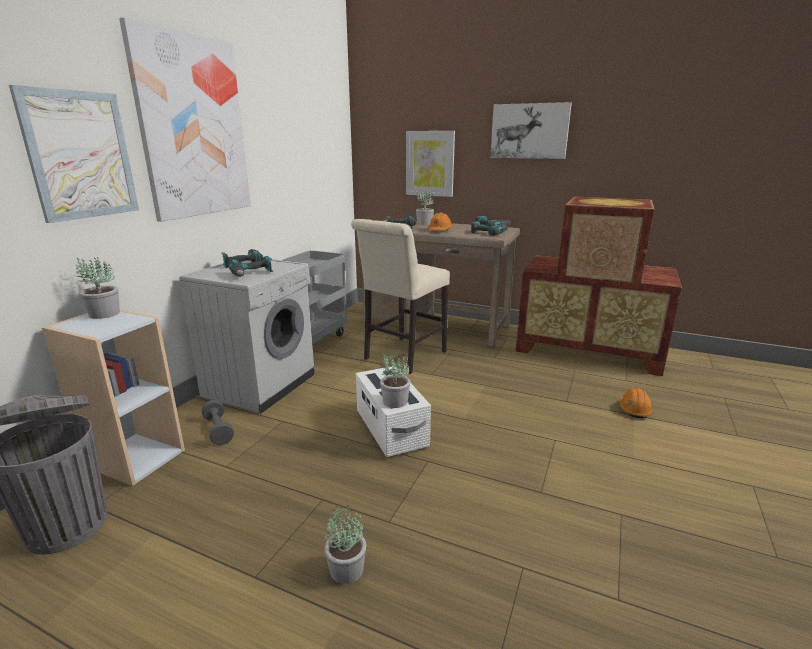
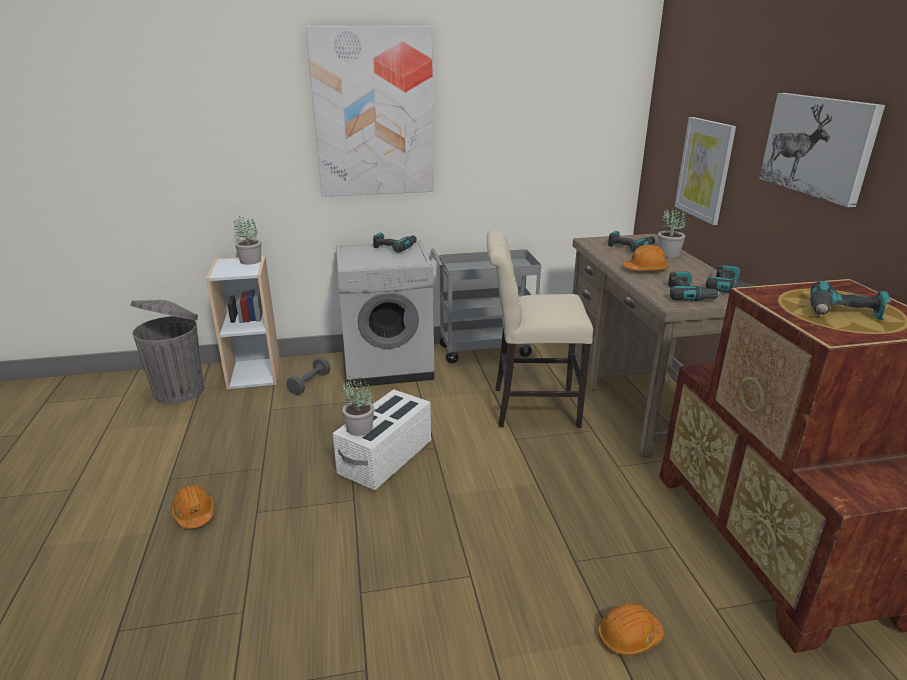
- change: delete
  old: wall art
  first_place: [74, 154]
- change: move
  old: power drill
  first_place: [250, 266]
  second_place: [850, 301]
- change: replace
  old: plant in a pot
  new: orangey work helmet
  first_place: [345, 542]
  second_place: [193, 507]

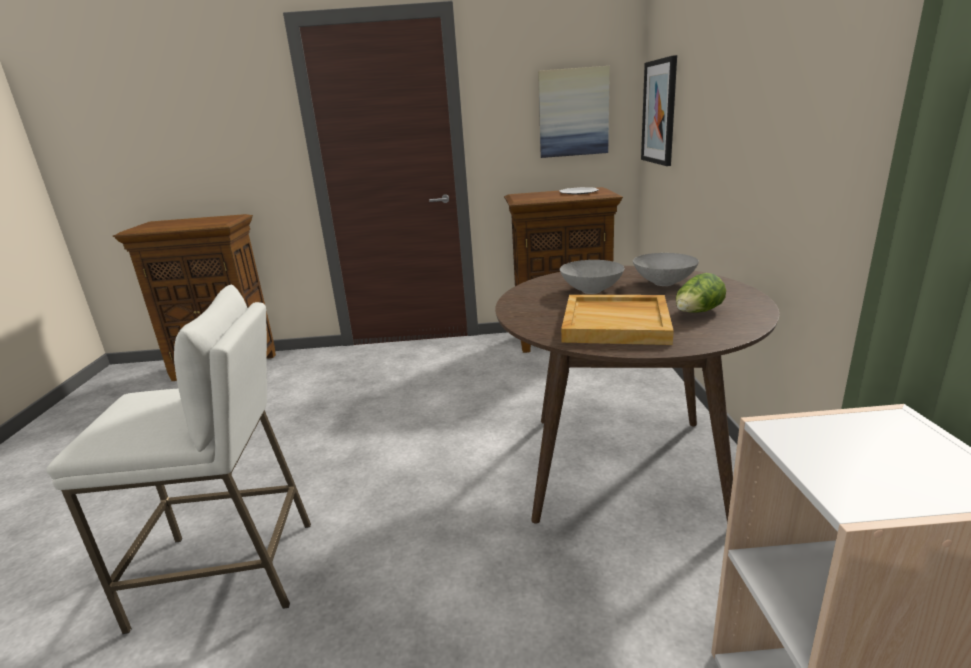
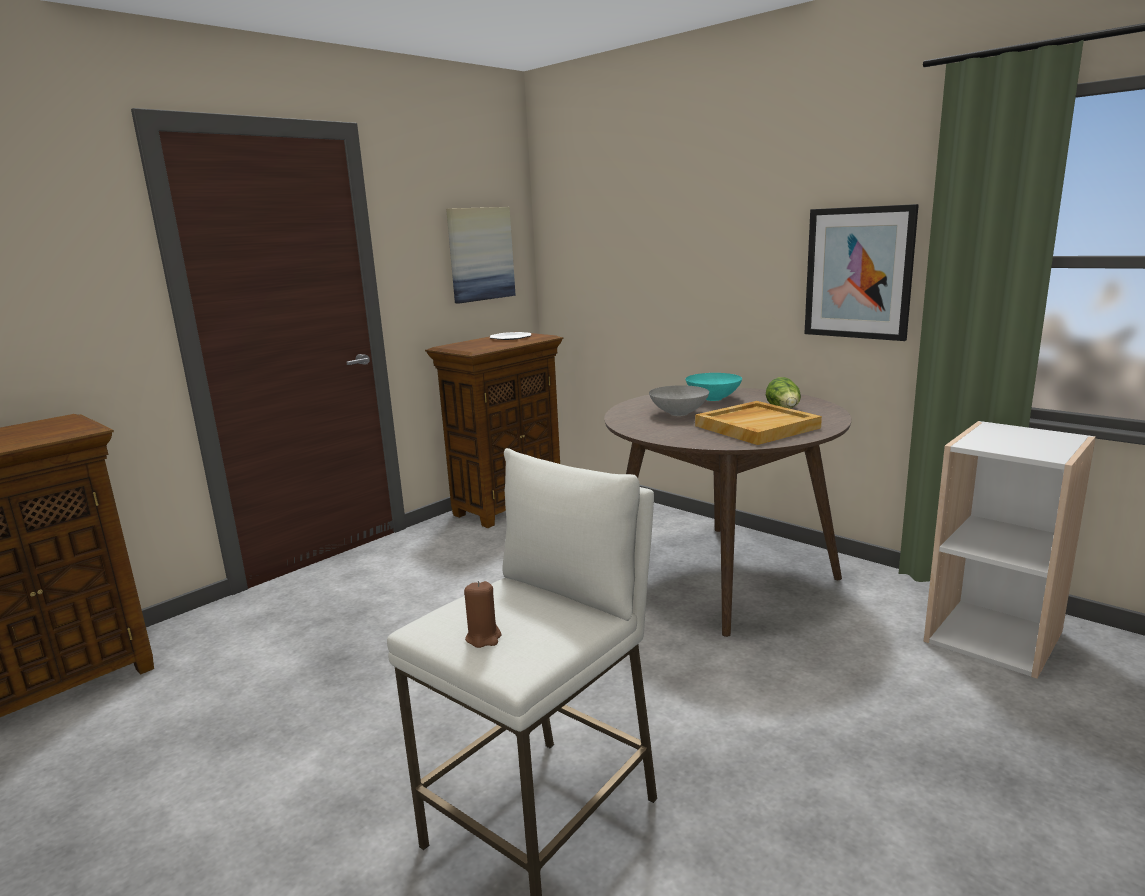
- change: insert
  new: brown-coloured wax light
  second_place: [482, 614]
- change: move
  old: wall art
  first_place: [659, 110]
  second_place: [861, 272]
- change: recolor
  old: gray serving bowl
  new: turquoise serving bowl
  first_place: [666, 269]
  second_place: [713, 387]

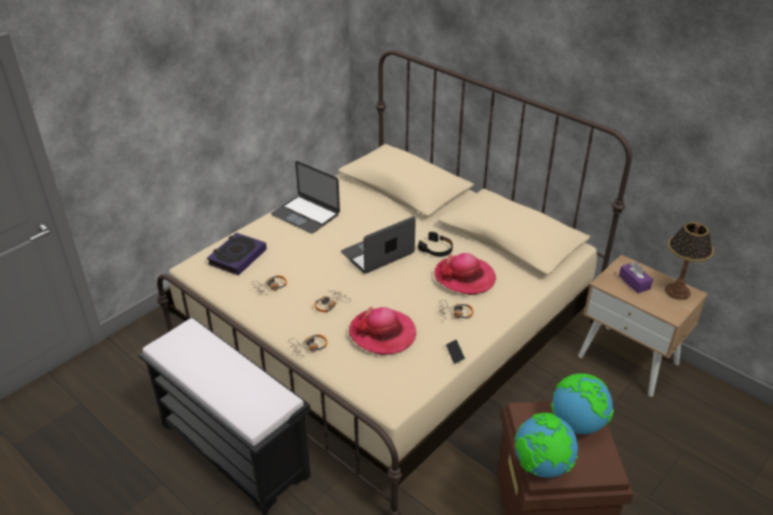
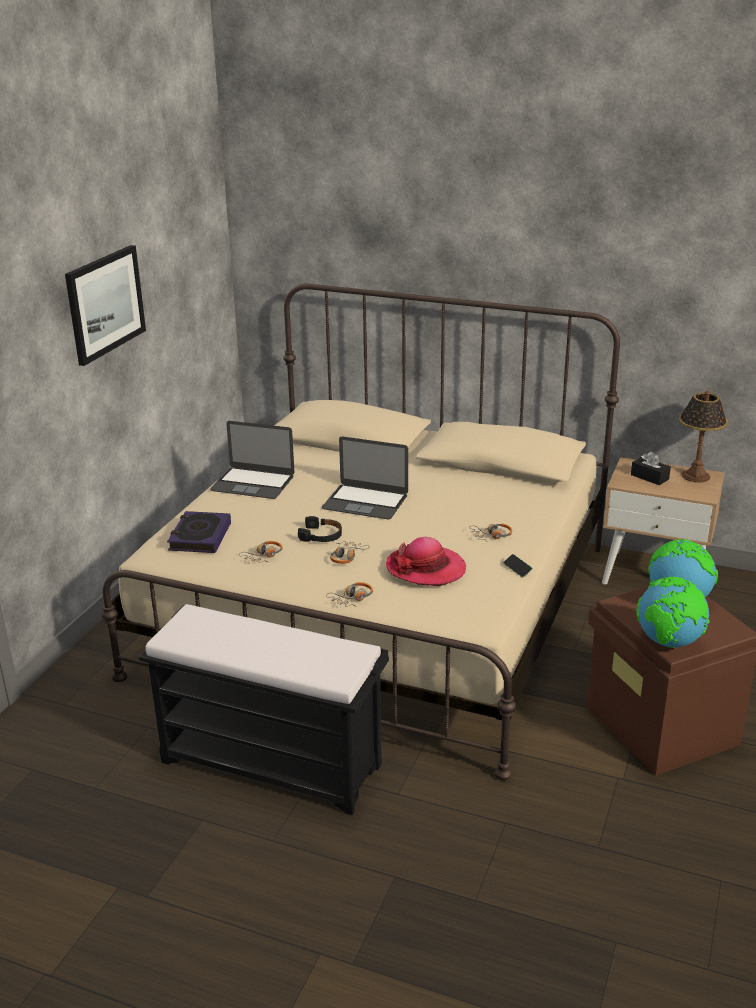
- change: delete
  old: clothing hat
  first_place: [465, 274]
- change: insert
  new: wall art
  second_place: [105, 305]
- change: move
  old: black-coloured headphones
  first_place: [435, 244]
  second_place: [320, 529]
- change: recolor
  old: purple tissue box
  new: black-coloured tissue box
  first_place: [636, 278]
  second_place: [651, 468]
- change: rotate
  old: portable computer
  first_place: [378, 245]
  second_place: [365, 478]
  degrees: -105

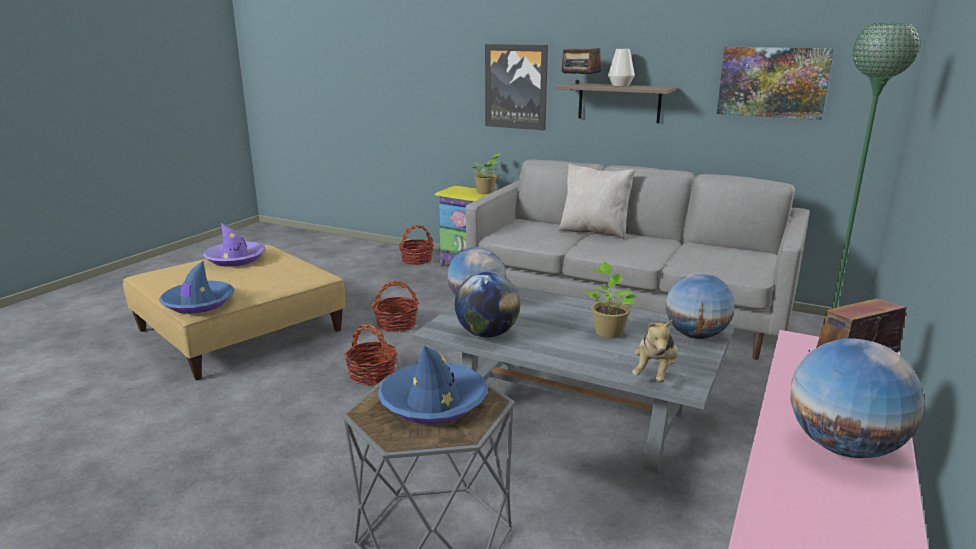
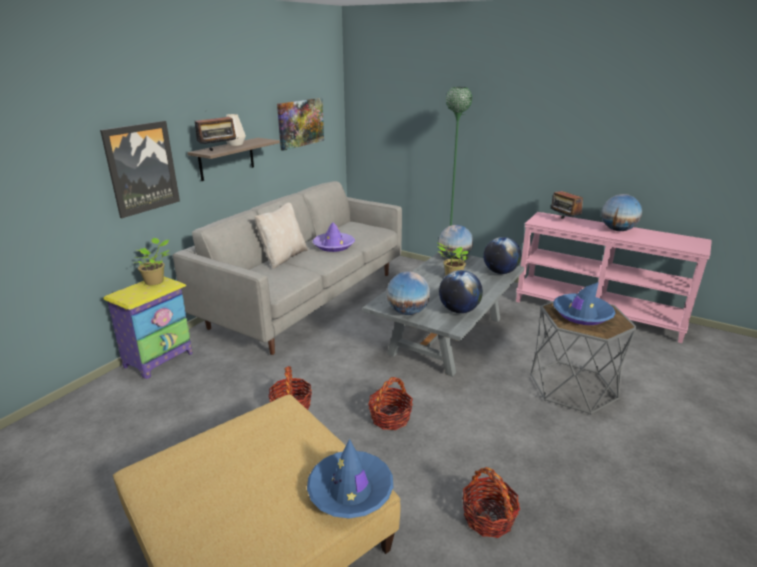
- change: move
  old: purple clothing hat
  first_place: [234, 245]
  second_place: [333, 237]
- change: move
  old: storage basket
  first_place: [416, 245]
  second_place: [491, 502]
- change: replace
  old: plush toy
  new: desk globe
  first_place: [655, 350]
  second_place: [502, 255]

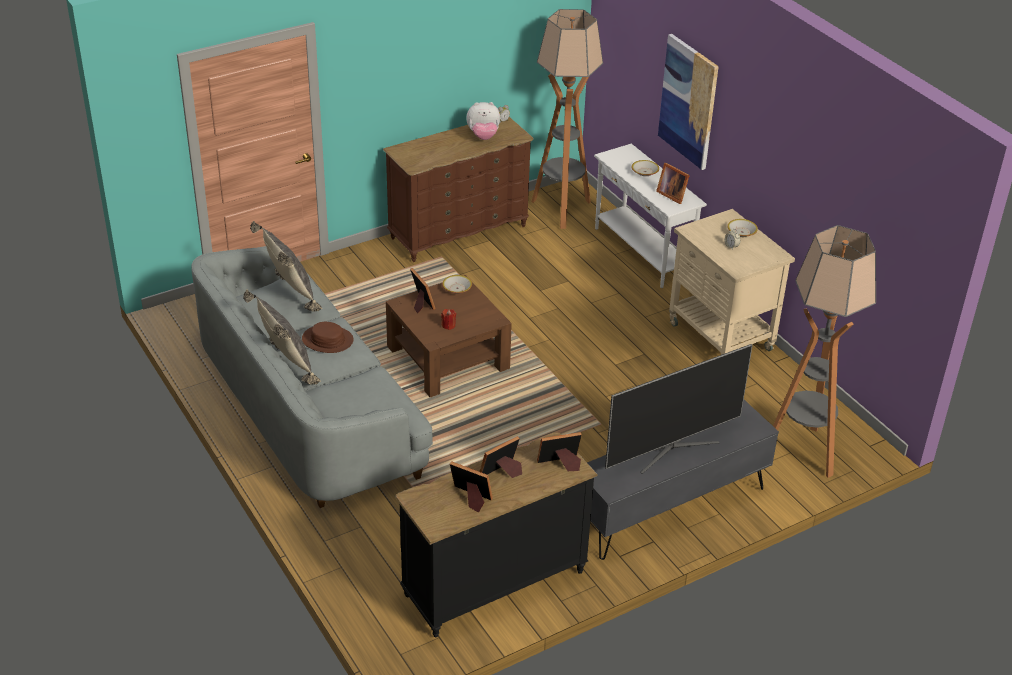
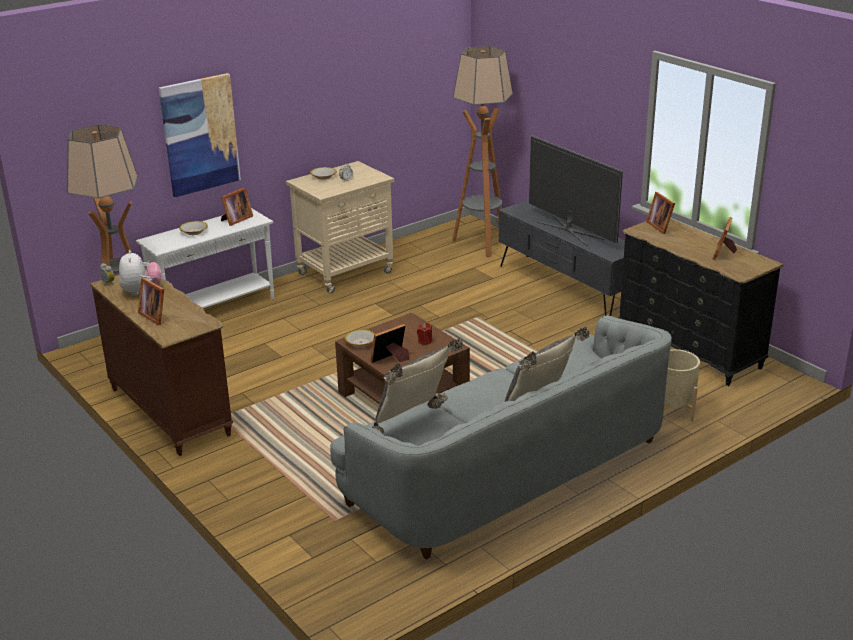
- change: delete
  old: brown-coloured clothing hat
  first_place: [327, 337]
- change: insert
  new: sand-coloured plant pot
  second_place: [682, 385]
- change: move
  old: standing frame
  first_place: [500, 457]
  second_place: [151, 301]

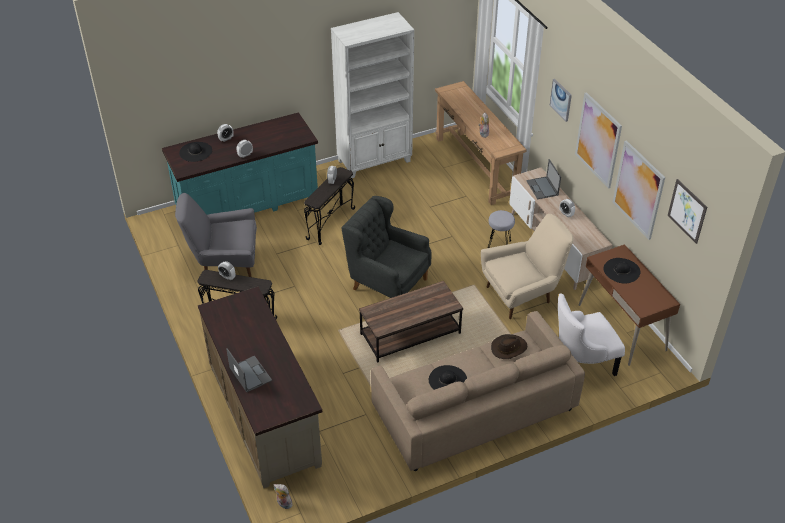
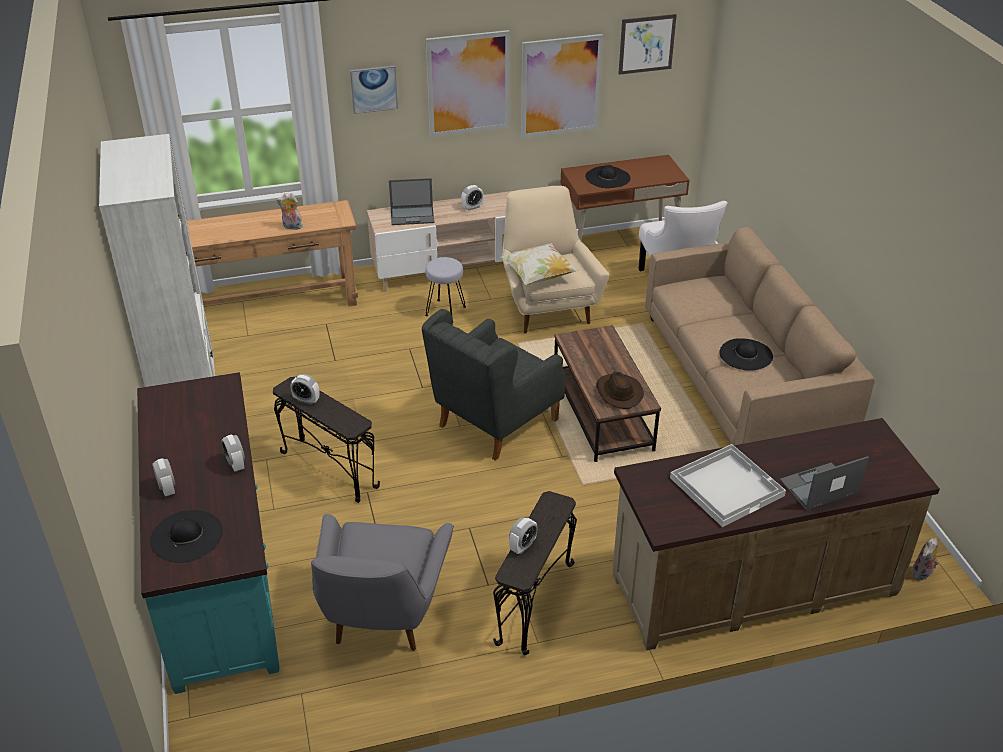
- change: insert
  new: pillow
  second_place: [540, 264]
- change: insert
  new: whitish tray
  second_place: [728, 485]
- change: move
  old: brown-coloured clothing hat
  first_place: [509, 346]
  second_place: [620, 390]

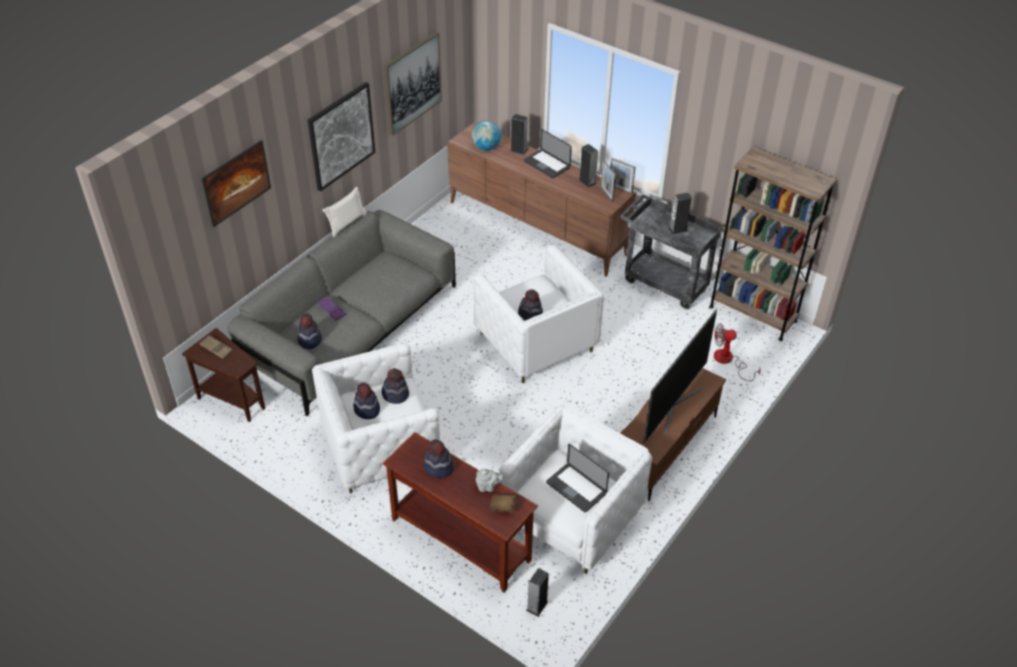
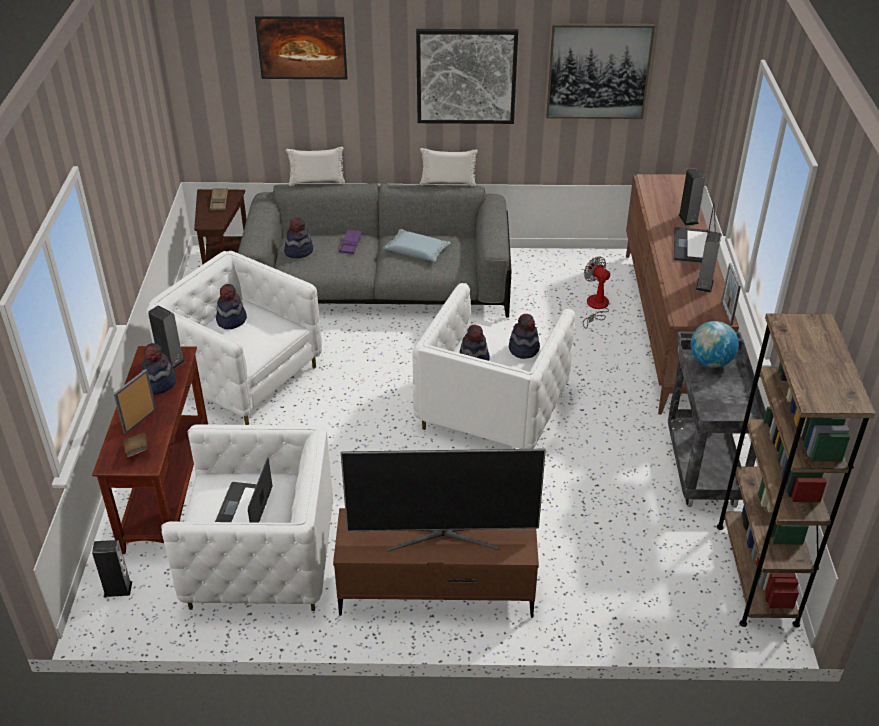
- change: delete
  old: gray pot for tea
  first_place: [490, 480]
- change: insert
  new: whitish pillow
  second_place: [315, 166]
- change: insert
  new: blue-coloured pillow
  second_place: [417, 245]
- change: move
  old: clothing hat
  first_place: [395, 386]
  second_place: [524, 336]
- change: move
  old: desk globe
  first_place: [486, 136]
  second_place: [714, 344]
- change: move
  old: standing frame
  first_place: [608, 180]
  second_place: [135, 401]
- change: move
  old: audio speaker
  first_place: [680, 213]
  second_place: [166, 337]
- change: move
  old: cooling fan
  first_place: [737, 352]
  second_place: [596, 293]

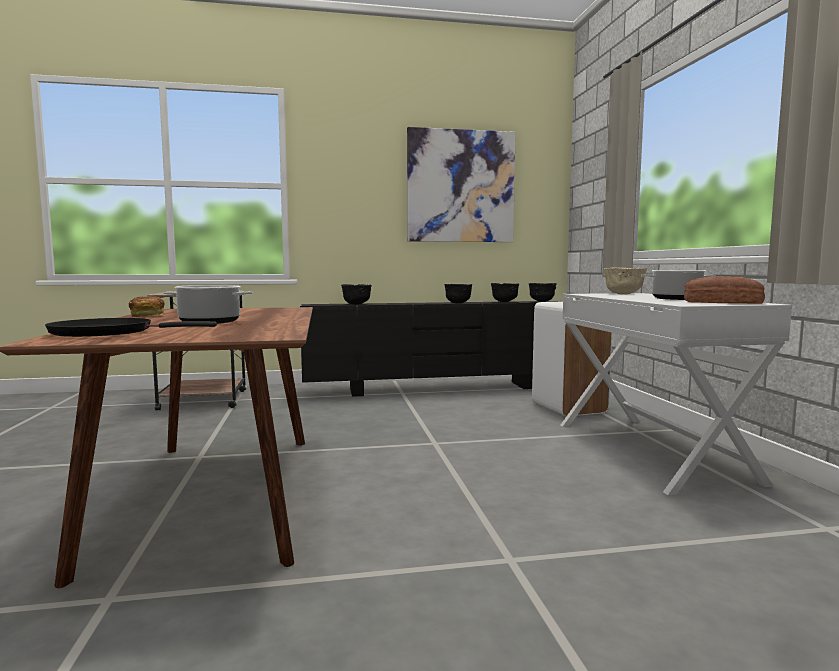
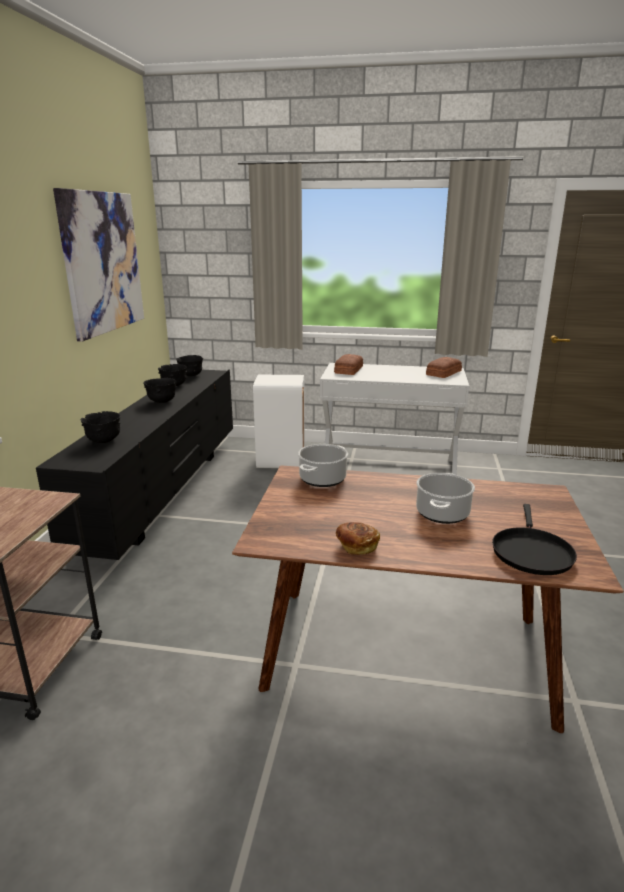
- change: move
  old: saucepot
  first_place: [678, 285]
  second_place: [323, 465]
- change: replace
  old: sand-coloured serving bowl
  new: bakery bread
  first_place: [625, 281]
  second_place: [348, 364]

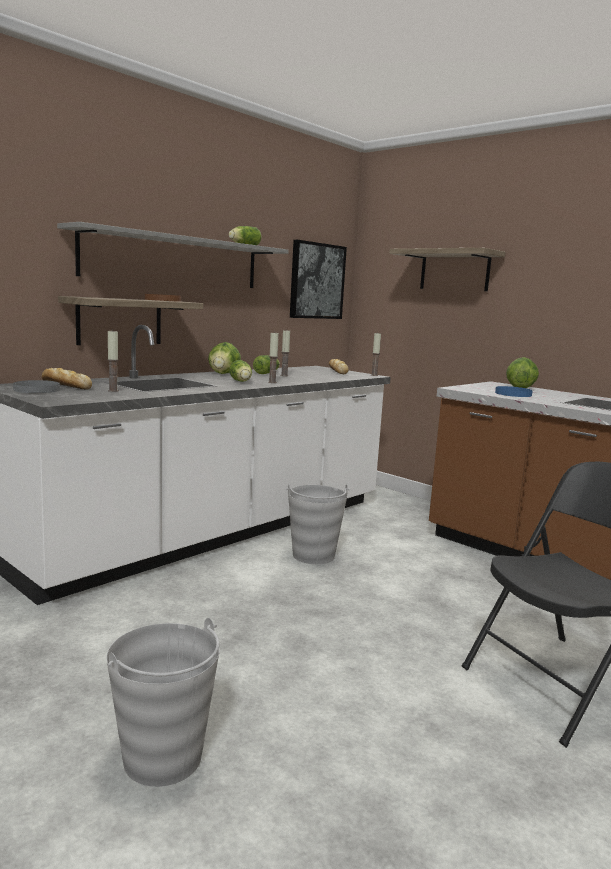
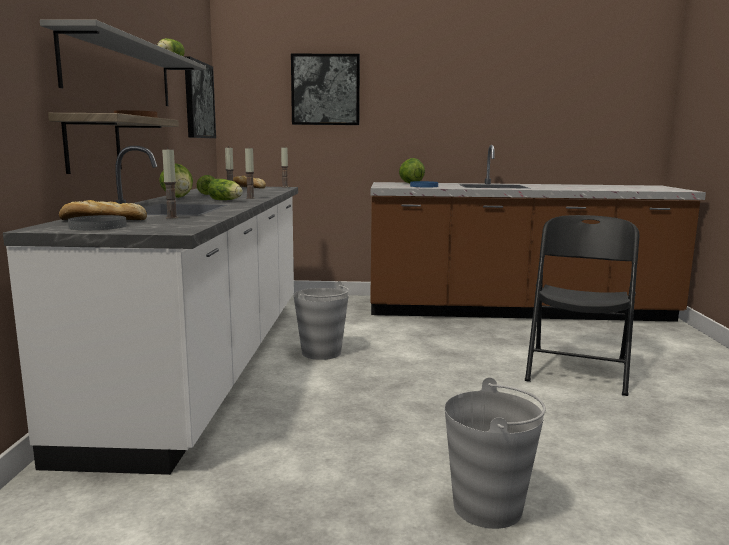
- change: replace
  old: wall shelf
  new: wall art
  first_place: [447, 269]
  second_place: [325, 89]

